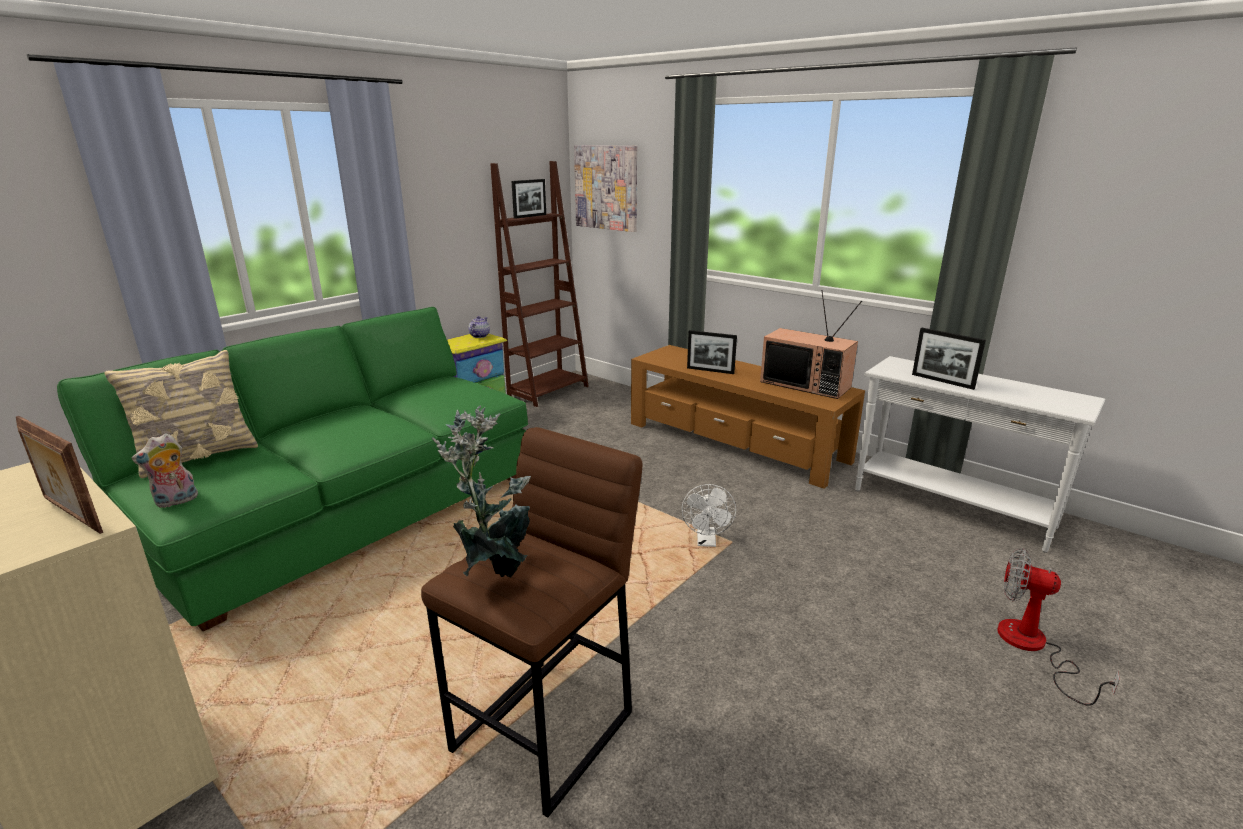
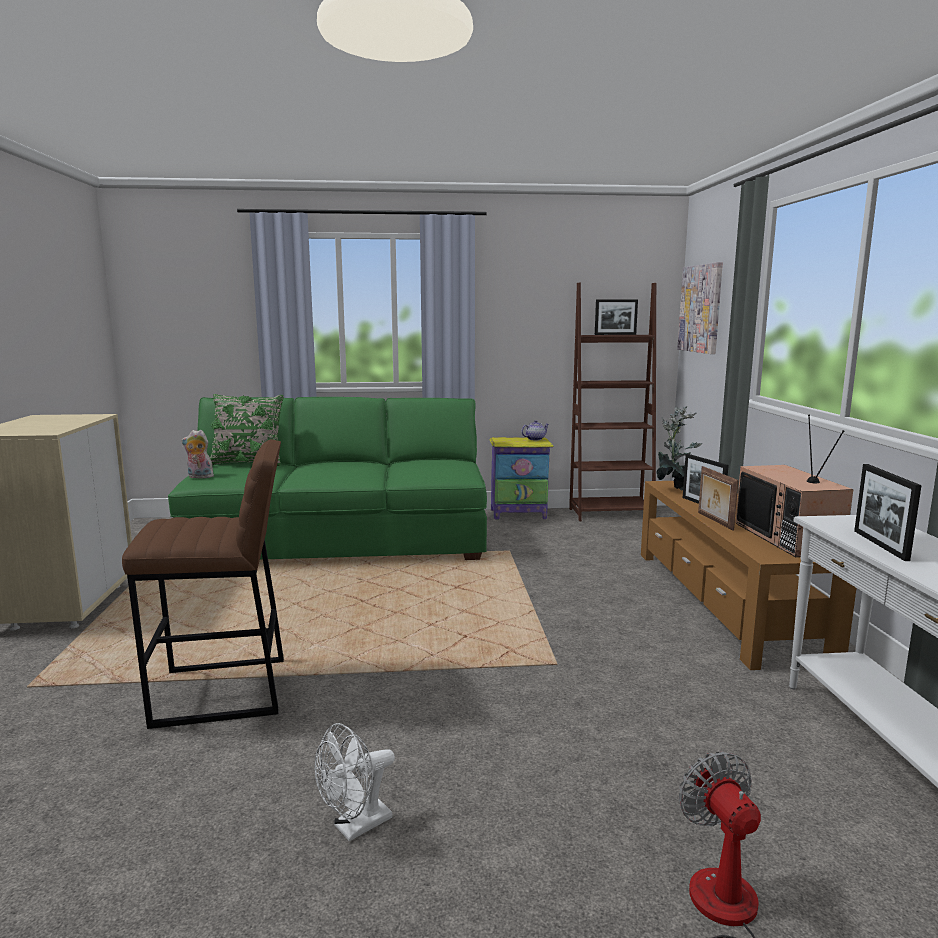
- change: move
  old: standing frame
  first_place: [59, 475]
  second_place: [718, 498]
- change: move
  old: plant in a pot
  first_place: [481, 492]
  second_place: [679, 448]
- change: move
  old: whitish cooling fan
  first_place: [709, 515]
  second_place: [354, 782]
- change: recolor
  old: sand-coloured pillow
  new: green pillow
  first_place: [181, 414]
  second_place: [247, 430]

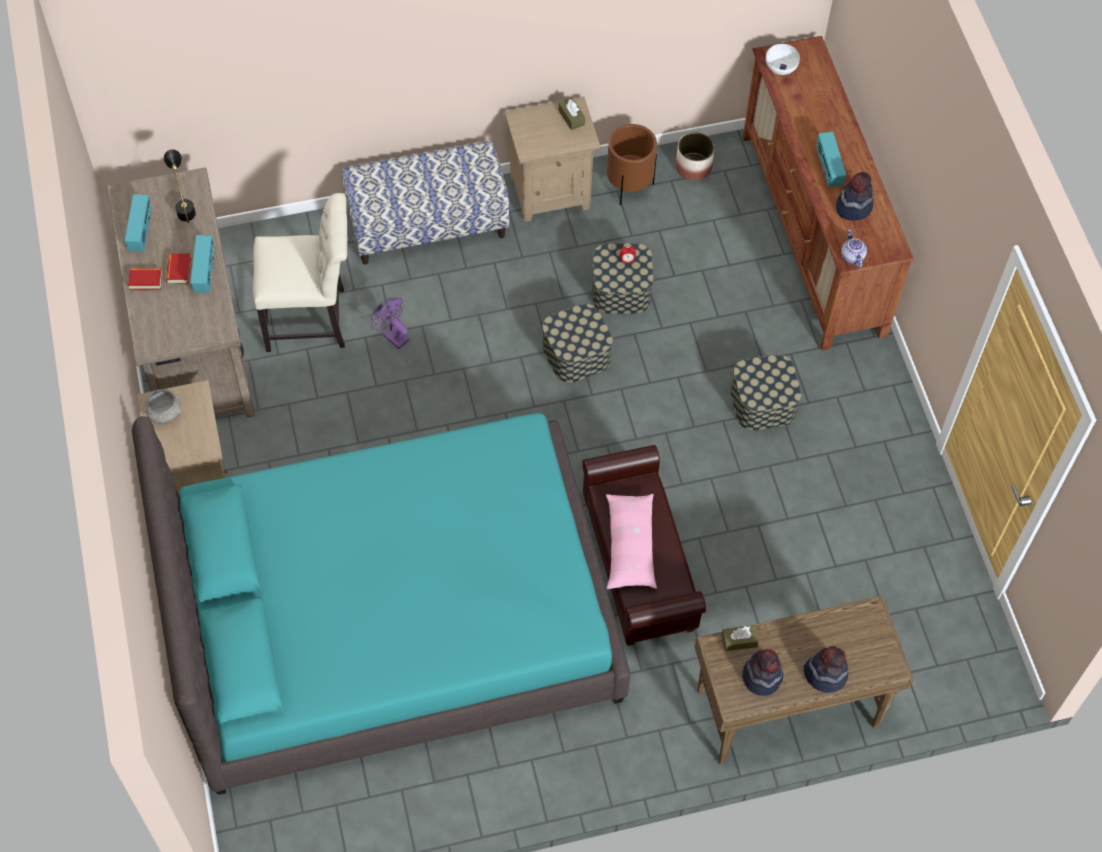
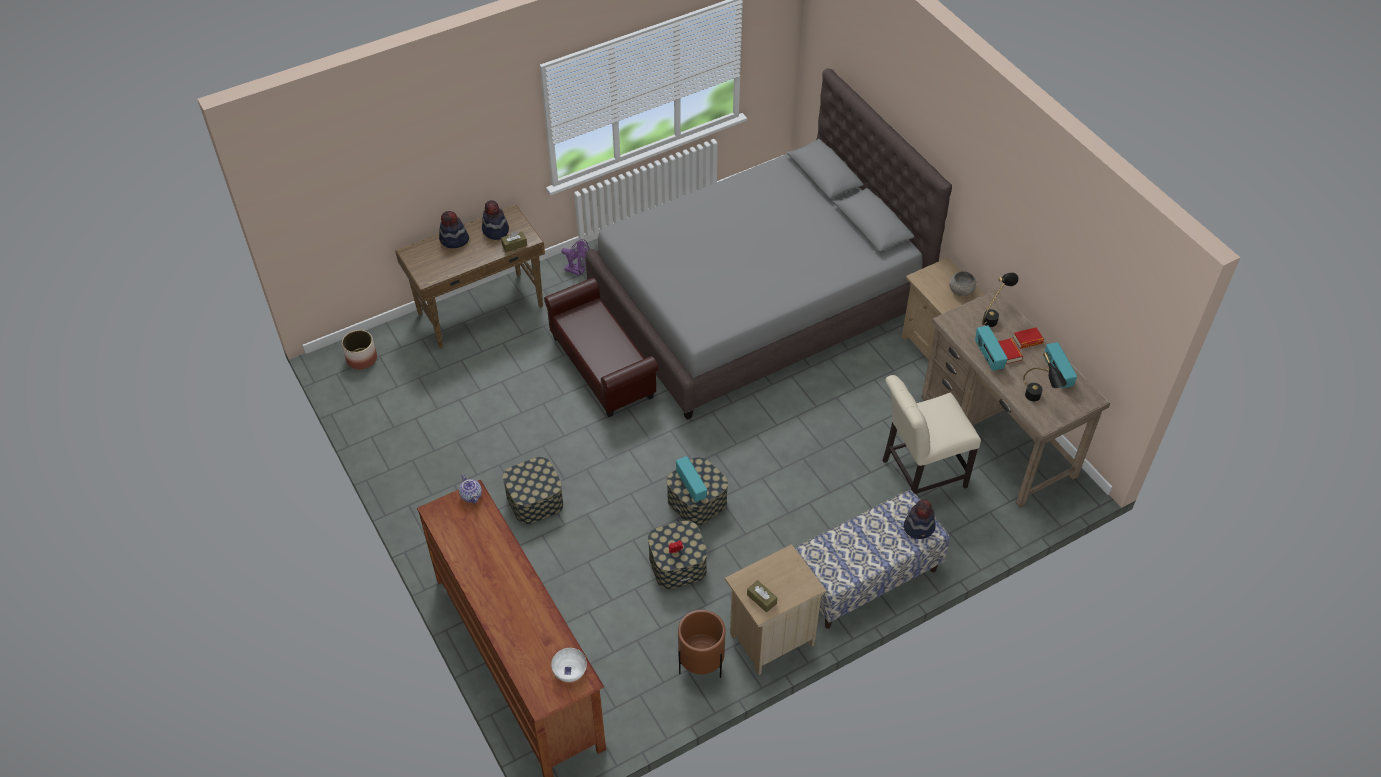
- change: delete
  old: pink-coloured pillow
  first_place: [631, 541]
- change: insert
  new: black-coloured tabletop lamp
  second_place: [1000, 299]
- change: move
  old: purple cooling fan
  first_place: [390, 323]
  second_place: [575, 257]
- change: move
  old: plant pot
  first_place: [695, 156]
  second_place: [359, 350]
- change: move
  old: radio receiver
  first_place: [831, 159]
  second_place: [691, 479]
- change: move
  old: clothing hat
  first_place: [854, 196]
  second_place: [920, 519]
- change: recolor
  old: turquoise sleeping bed
  new: gray sleeping bed
  first_place: [381, 604]
  second_place: [769, 244]

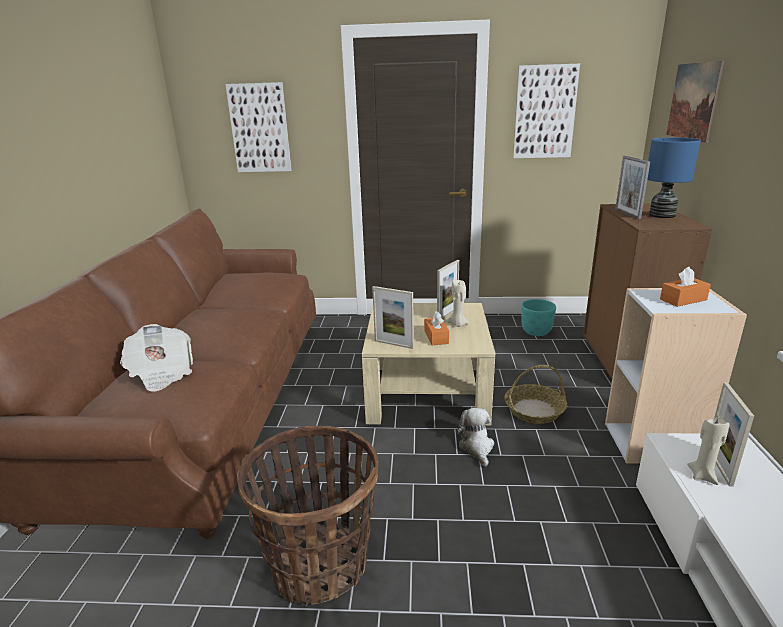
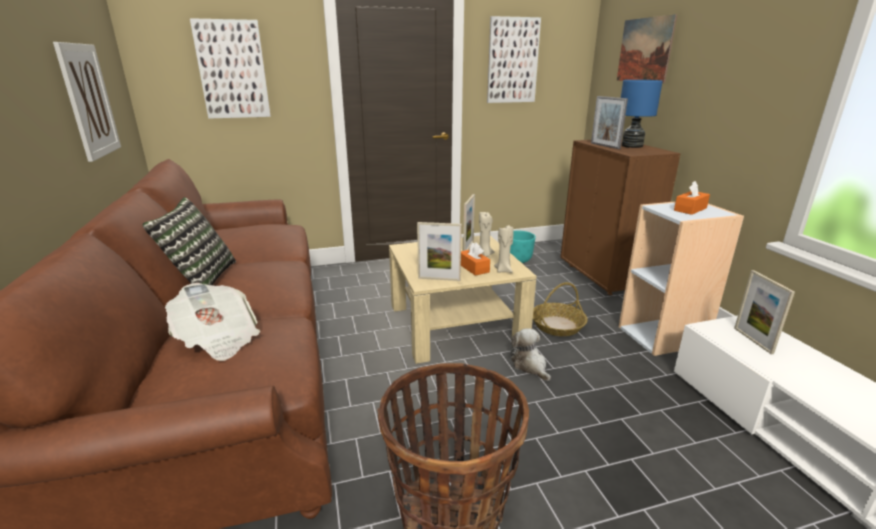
- change: insert
  new: wall art
  second_place: [87, 102]
- change: insert
  new: pillow
  second_place: [189, 241]
- change: move
  old: sand-coloured wax light
  first_place: [708, 450]
  second_place: [504, 249]

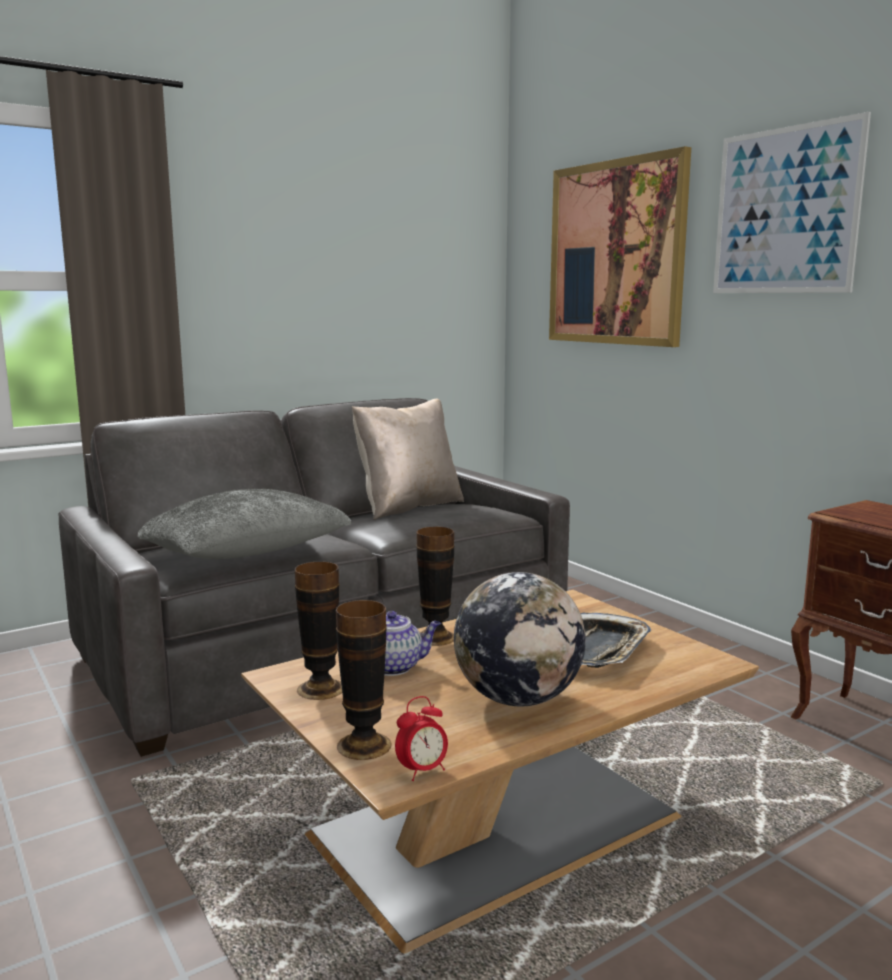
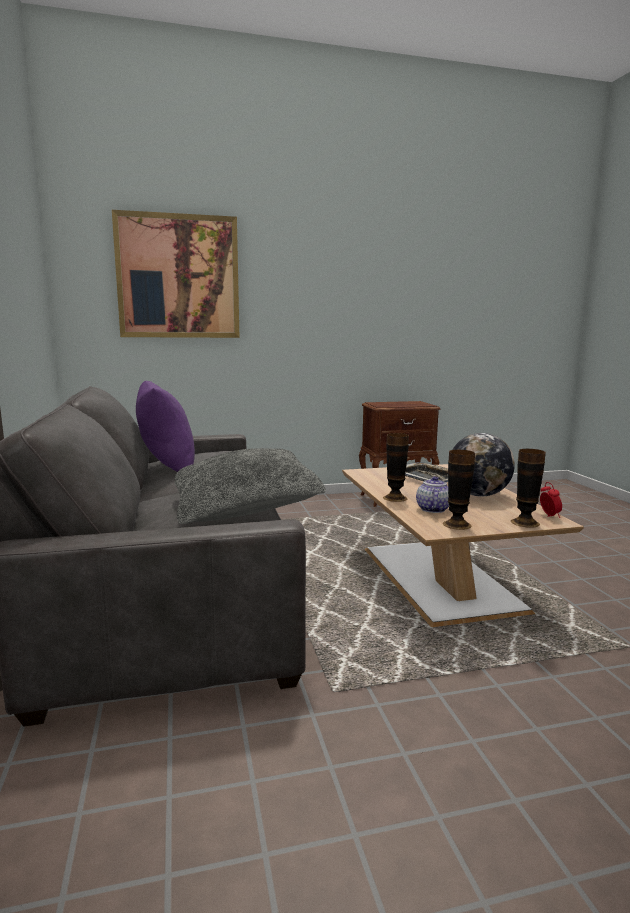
- change: delete
  old: wall art
  first_place: [792, 202]
- change: recolor
  old: sand-coloured pillow
  new: purple pillow
  first_place: [408, 459]
  second_place: [165, 426]

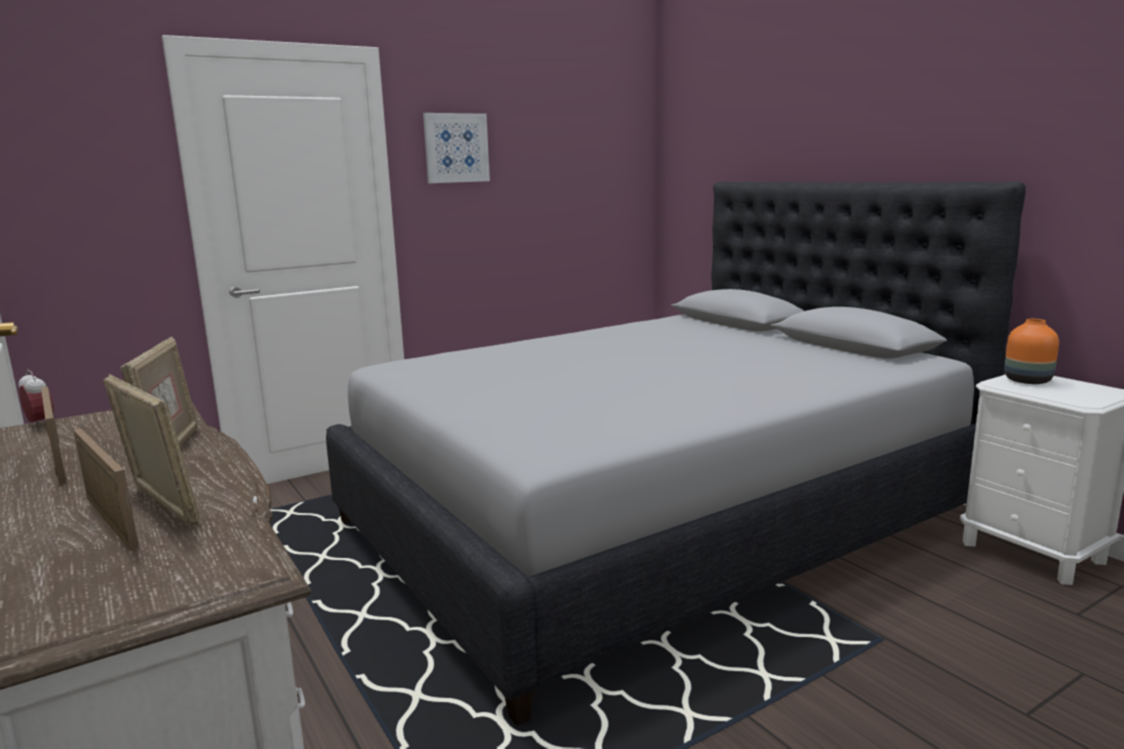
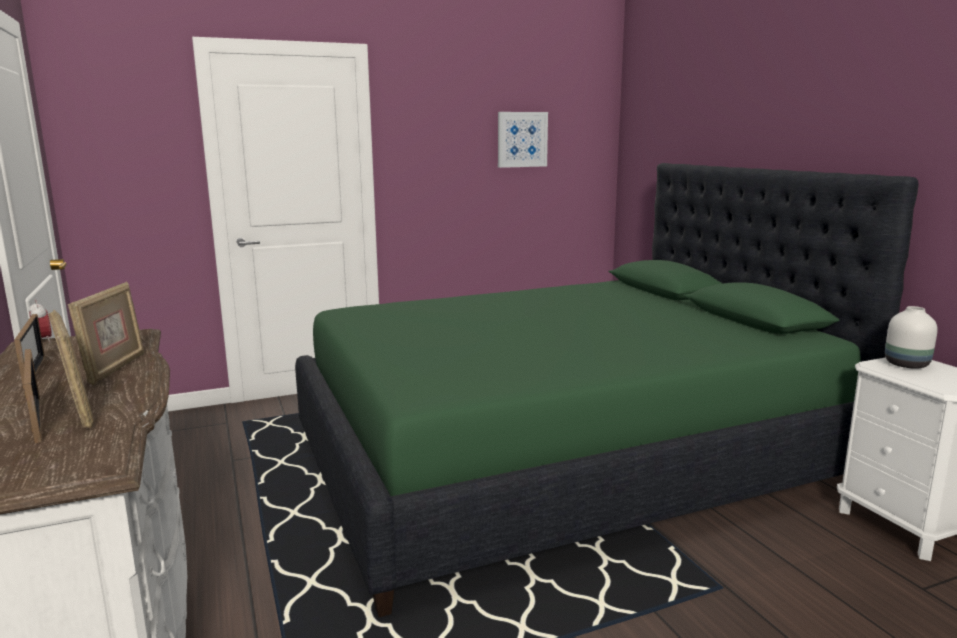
- change: move
  old: wall art
  first_place: [456, 148]
  second_place: [523, 140]
- change: recolor
  old: gray sleeping bed
  new: green sleeping bed
  first_place: [676, 454]
  second_place: [607, 390]
- change: recolor
  old: orangey decorative vase
  new: whitish decorative vase
  first_place: [1031, 351]
  second_place: [911, 337]

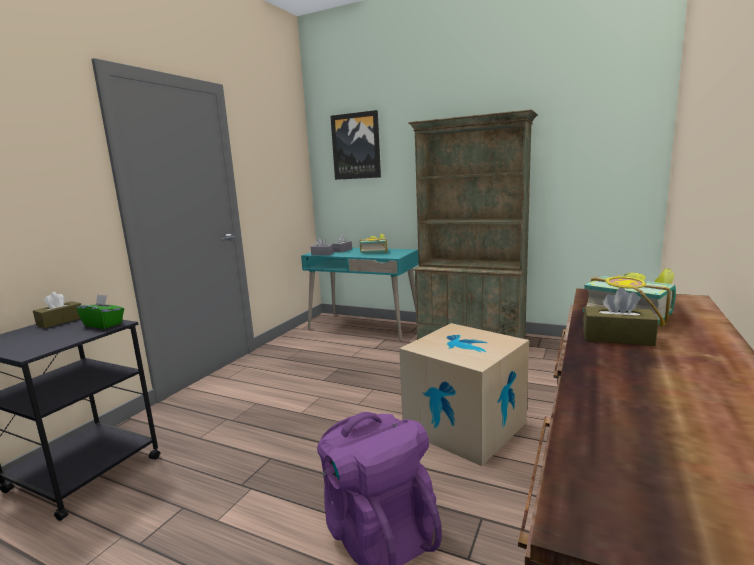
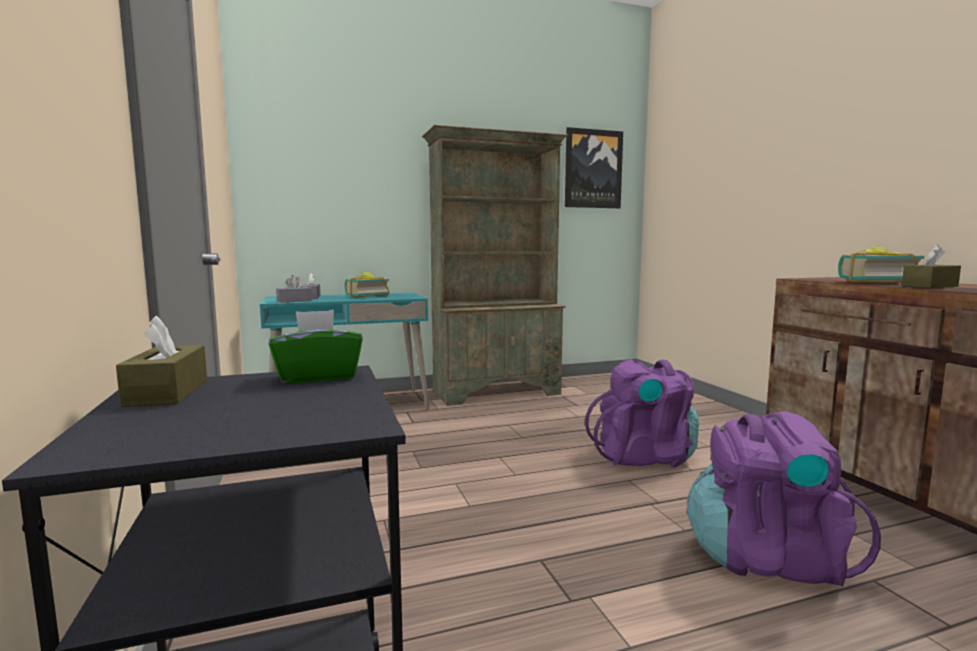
- change: move
  old: wall art
  first_place: [356, 145]
  second_place: [594, 167]
- change: replace
  old: packing box
  new: purple rucksack
  first_place: [464, 394]
  second_place: [642, 413]

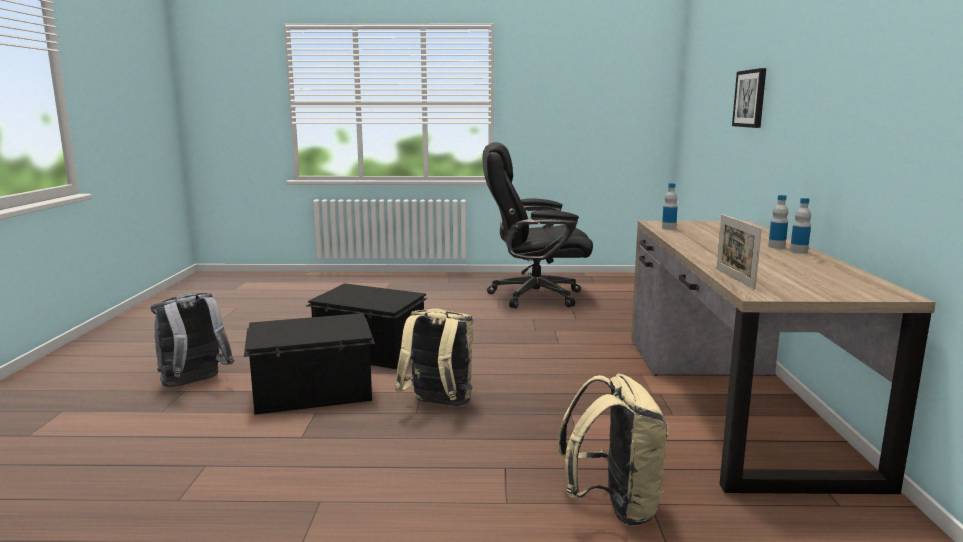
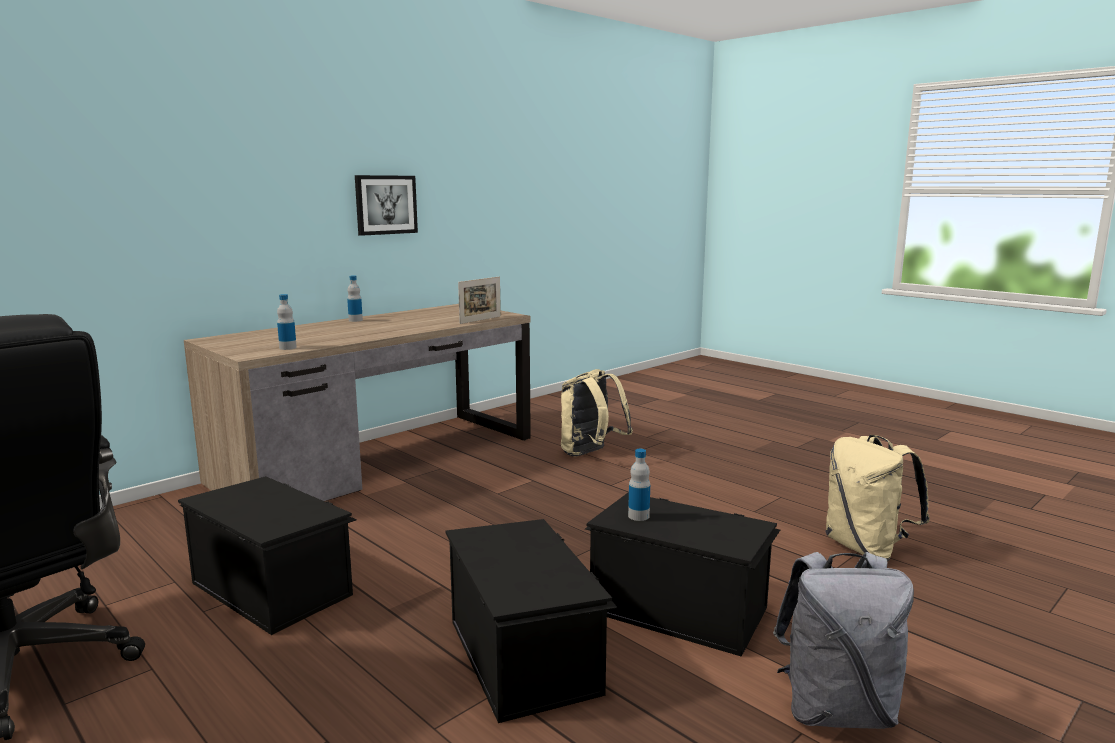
- change: insert
  new: black-coloured storage box
  second_place: [267, 555]
- change: move
  old: sand-coloured rucksack
  first_place: [434, 357]
  second_place: [877, 498]
- change: move
  old: wall art
  first_place: [749, 98]
  second_place: [386, 205]
- change: move
  old: bottle
  first_place: [778, 222]
  second_place: [639, 485]

